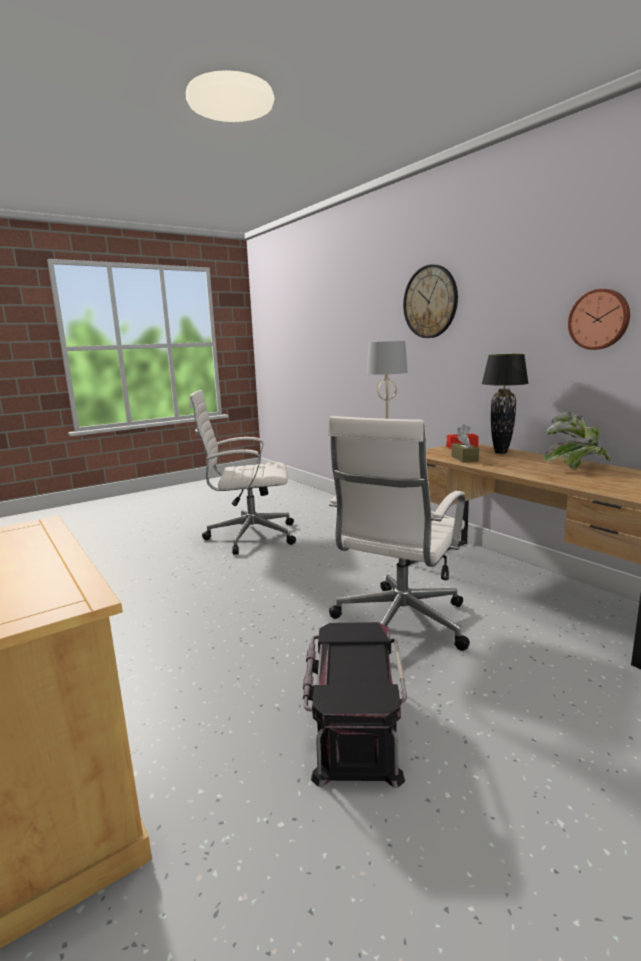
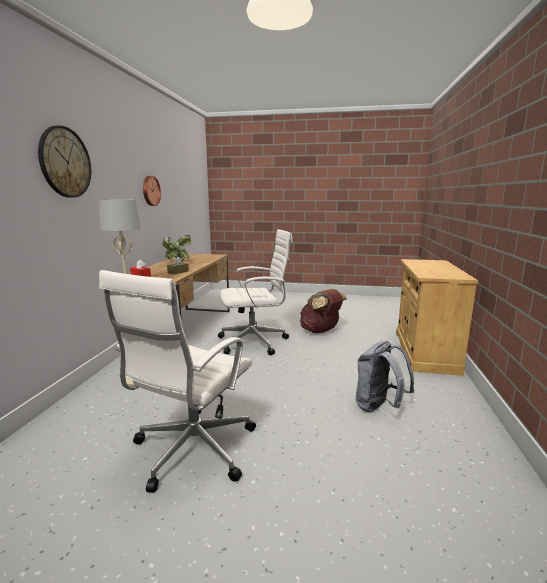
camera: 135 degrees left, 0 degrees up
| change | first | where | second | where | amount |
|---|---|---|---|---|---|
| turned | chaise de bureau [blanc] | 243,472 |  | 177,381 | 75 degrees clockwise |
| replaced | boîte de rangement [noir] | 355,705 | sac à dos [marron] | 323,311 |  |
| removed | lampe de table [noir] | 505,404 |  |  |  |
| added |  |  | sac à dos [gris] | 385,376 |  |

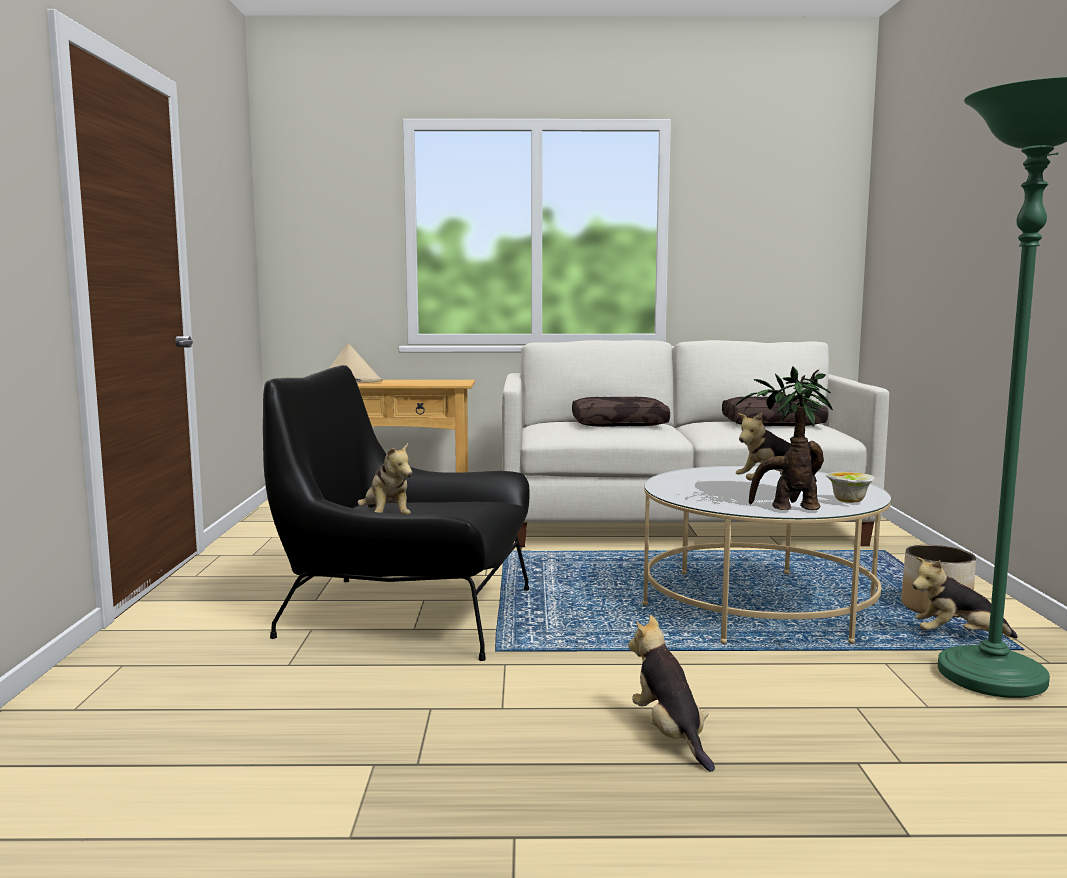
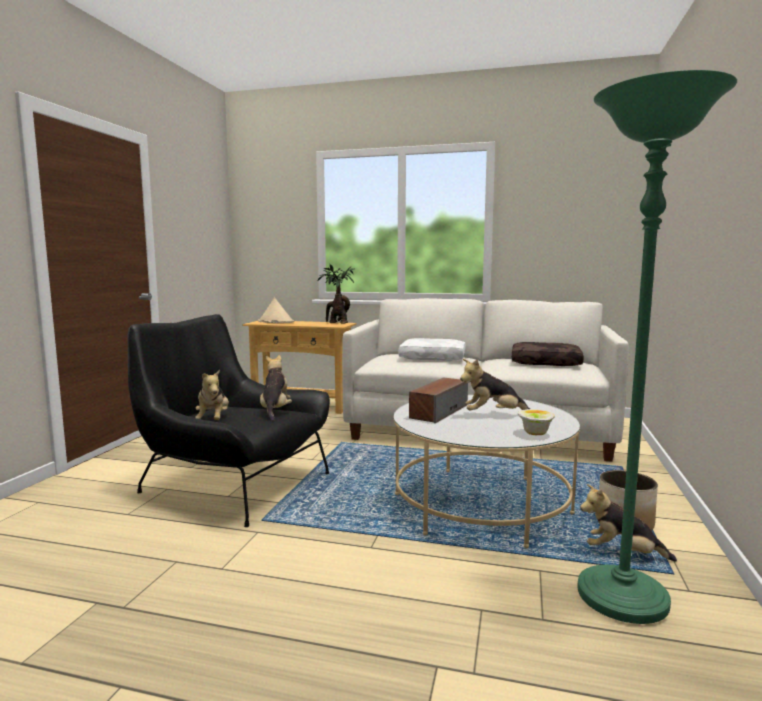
camera: 15 degrees right, 0 degrees up
| change | first | where | second | where | amount |
|---|---|---|---|---|---|
| recoloured | coussin [marron] | 621,412 | coussin [blanc] | 432,349 |  |
| moved | peluche | 671,693 |  | 276,388 |  |
| moved | plante en pot | 784,438 |  | 336,293 |  |
| added |  |  | enceinte | 438,400 |  |

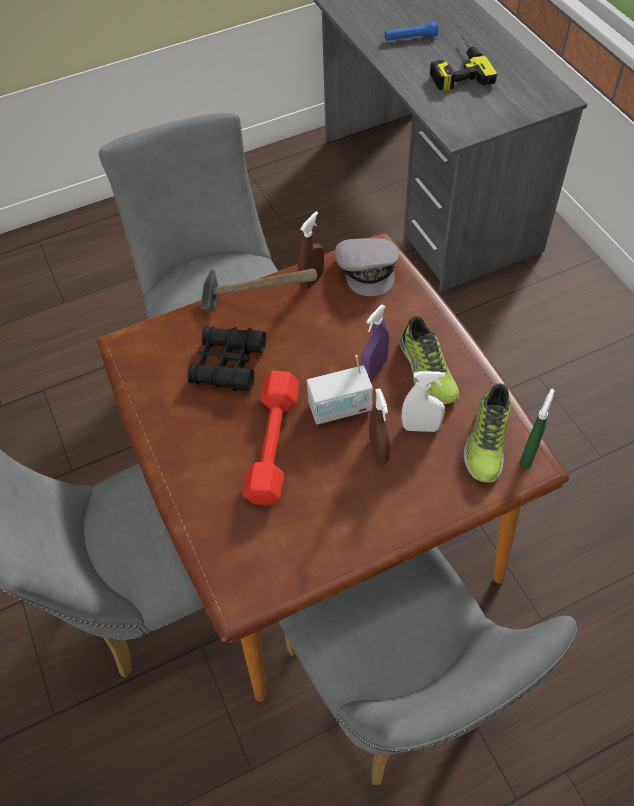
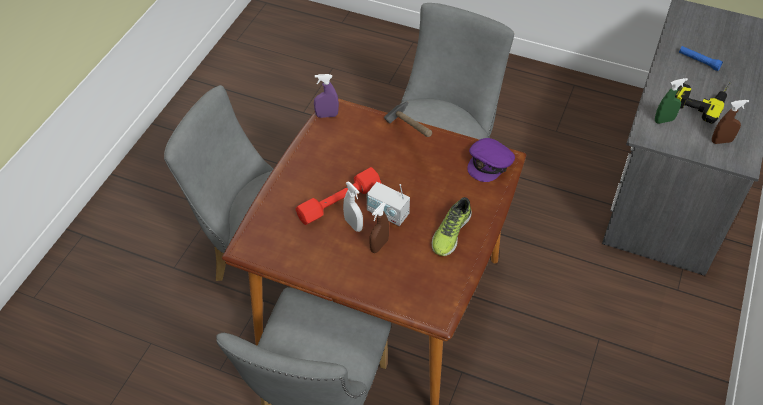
camera: 45 degrees right, 5 degrees down
| change | first | where | second | where | amount |
|---|---|---|---|---|---|
| removed | jumelles [noir] | 226,358 |  |  |  |
| moved | vaporisateur [marron] | 311,250 |  | 730,122 |  |
| recoloured | casquette [gris] | 367,267 | casquette [violet] | 491,160 |  |
| moved | vaporisateur [violet] | 375,342 |  | 326,96 |  |
| moved | vaporisateur [blanc] | 423,401 |  | 353,206 |  |
| removed | chaussure | 487,433 |  |  |  |
| moved | vaporisateur [vert] | 537,429 |  | 671,101 |  |

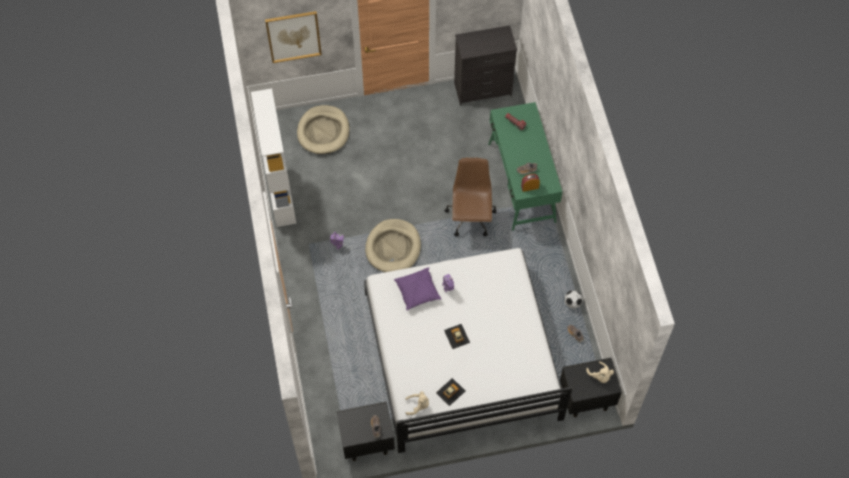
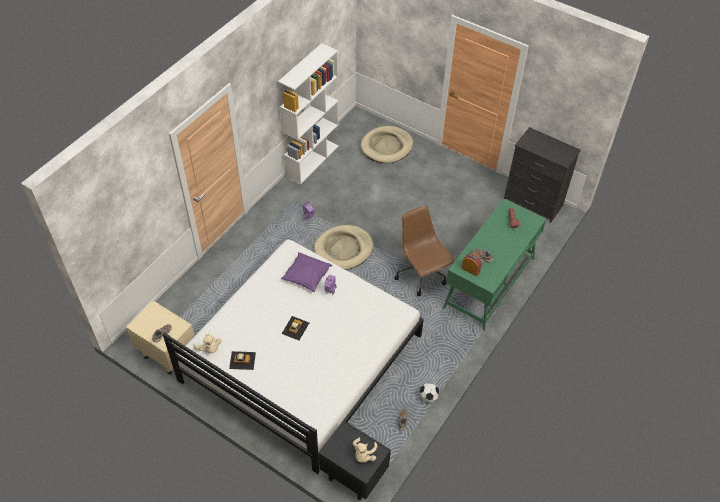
camera: 45 degrees right, 10 degrees down
| change | first | where | second | where | amount |
|---|---|---|---|---|---|
| removed | tableau | 293,37 |  |  |  |
| recoloured | table de chevet [noir] | 366,431 | table de chevet [beige] | 160,337 |  |
| turned | chaise de bureau [marron] | 470,197 |  | 424,251 | 75 degrees counterclockwise |

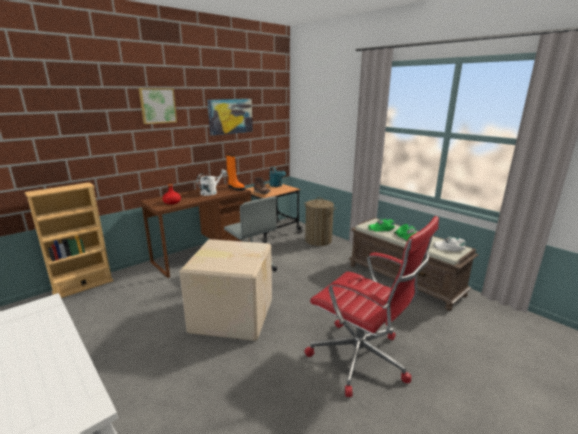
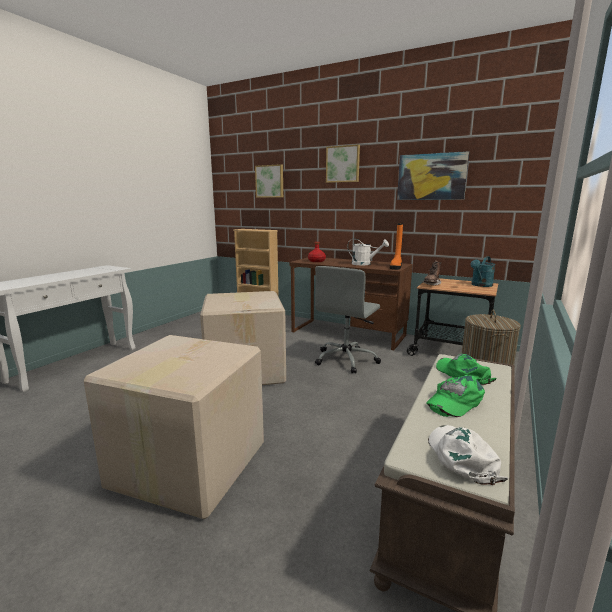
camera: 70 degrees right, 5 degrees down
| change | first | where | second | where | amount |
|---|---|---|---|---|---|
| replaced | chaise de bureau [rouge] | 372,306 | carton | 174,427 |  |
| added |  |  | tableau | 269,181 |  |

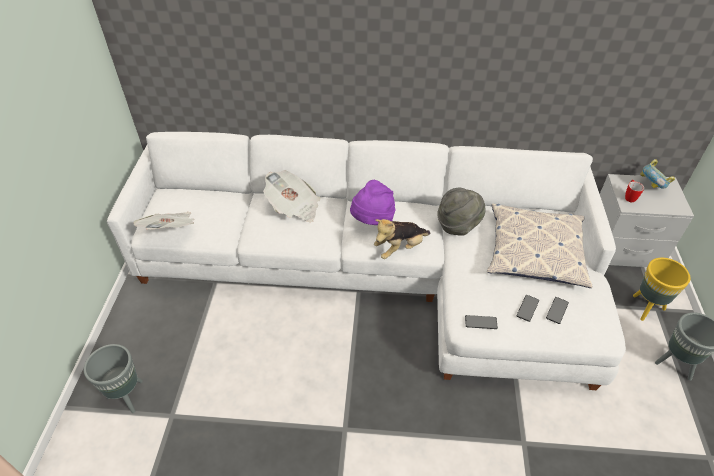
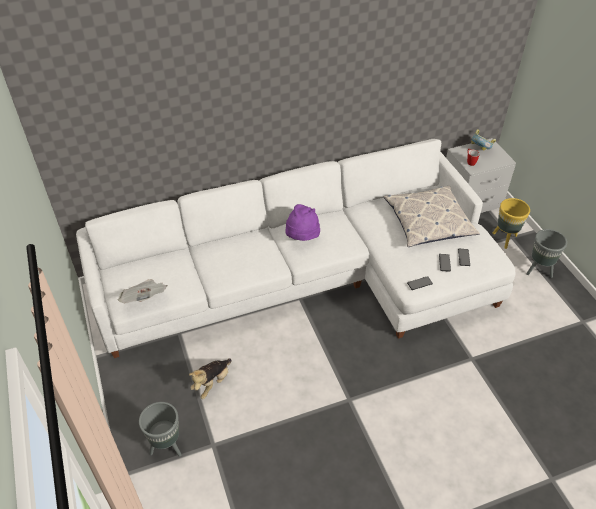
camera: 25 degrees left, 0 degrees up
| change | first | where | second | where | amount |
|---|---|---|---|---|---|
| removed | journal | 291,196 |  |  |  |
| moved | peluche | 402,239 |  | 210,378 |  |
| removed | chapeau [gris] | 461,212 |  |  |  |

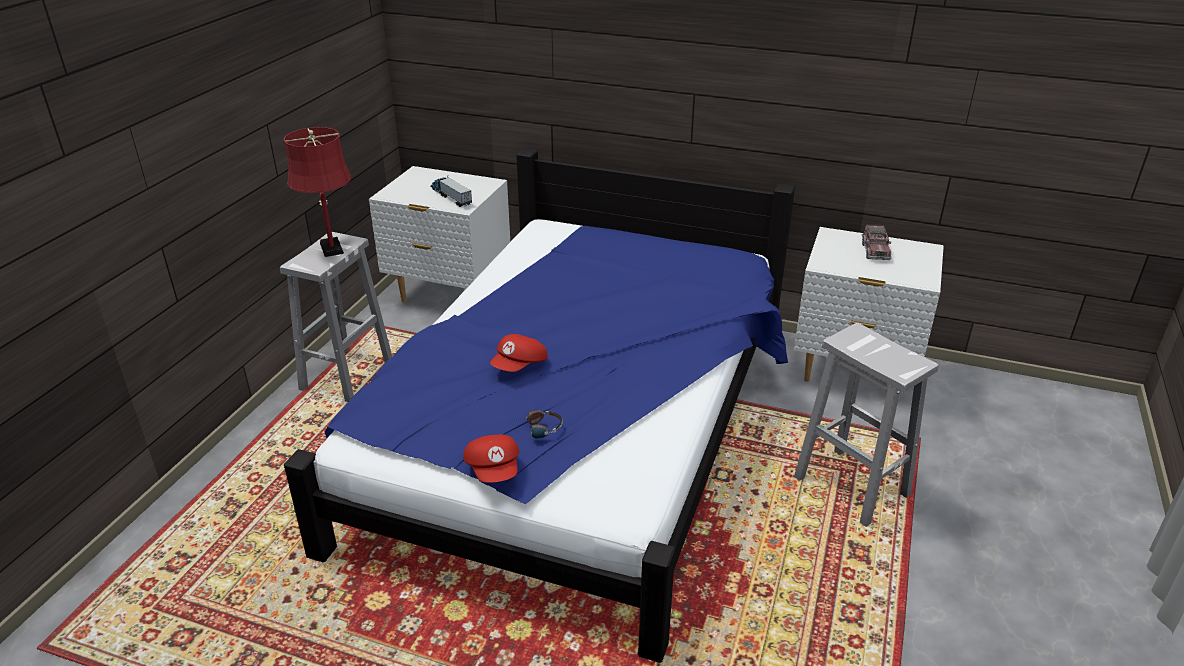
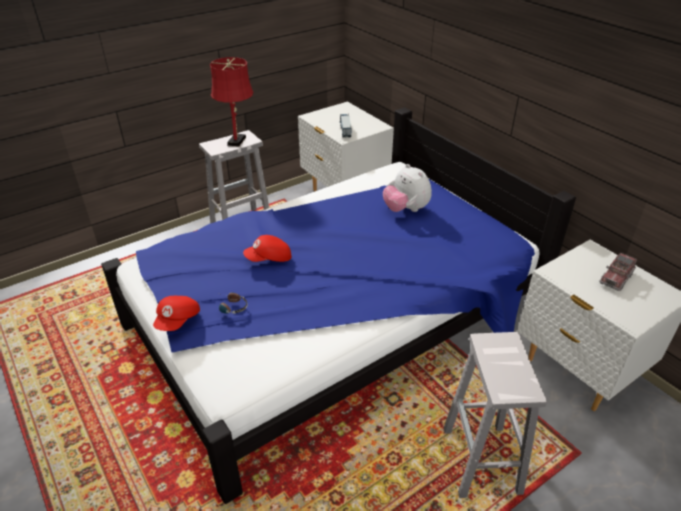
camera: 35 degrees right, 5 degrees up
| change | first | where | second | where | amount |
|---|---|---|---|---|---|
| added |  |  | peluche | 407,188 |  |

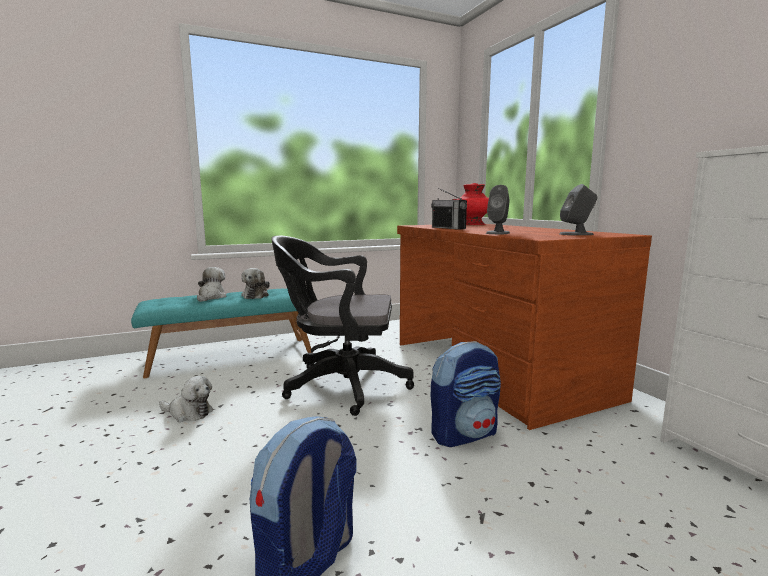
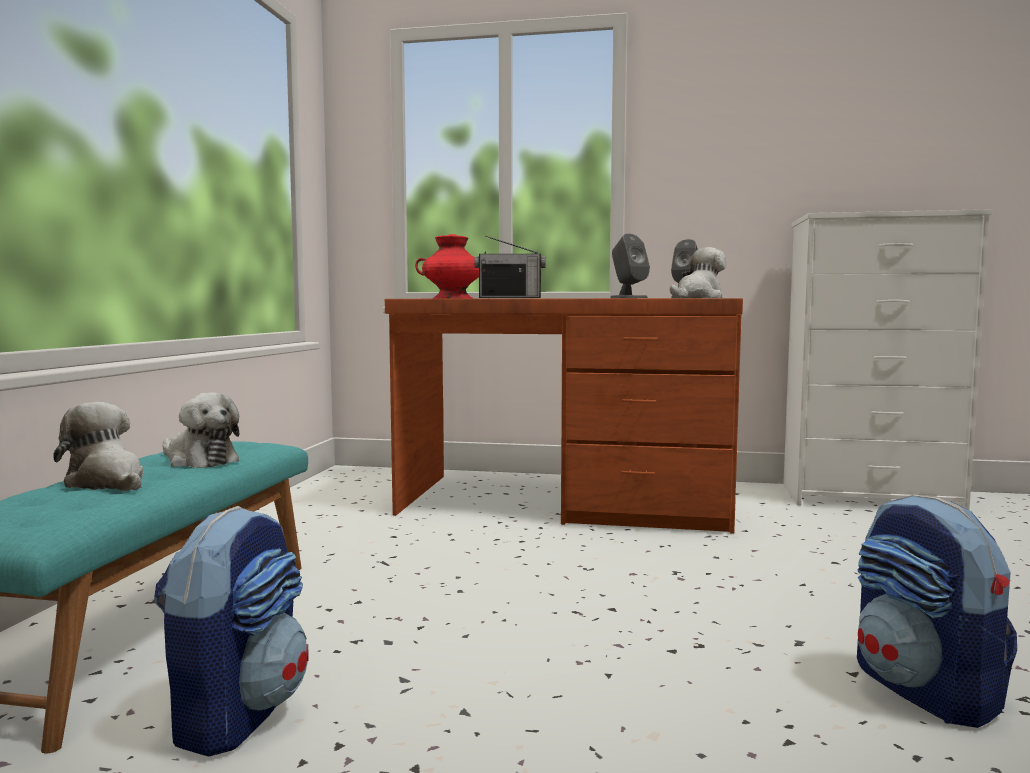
camera: 55 degrees left, 5 degrees down
| change | first | where | second | where | amount |
|---|---|---|---|---|---|
| moved | peluche | 186,399 |  | 698,272 |  |
| removed | chaise de bureau [noir] | 342,326 |  |  |  |
| moved | sac à dos | 466,394 |  | 231,631 |  |

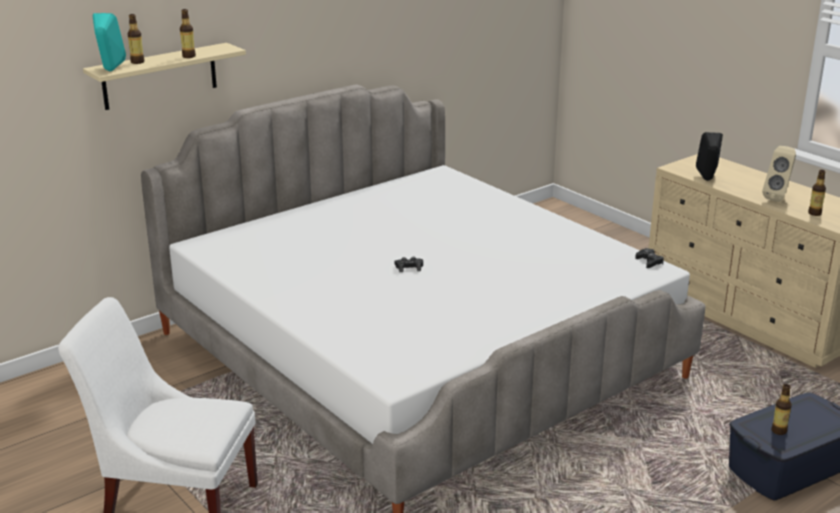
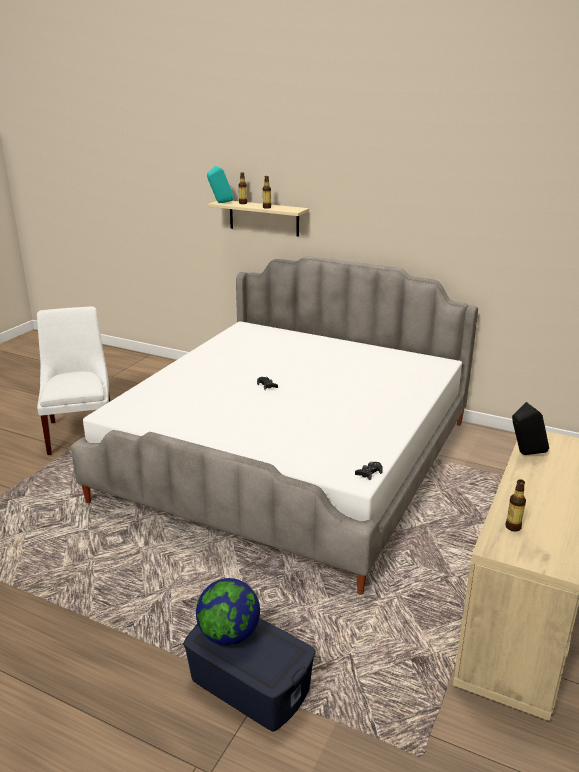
camera: 65 degrees right, 0 degrees up
| change | first | where | second | where | amount |
|---|---|---|---|---|---|
| removed | enceinte [beige] | 779,174 |  |  |  |
| replaced | bouteille | 781,409 | globe | 228,612 |  |

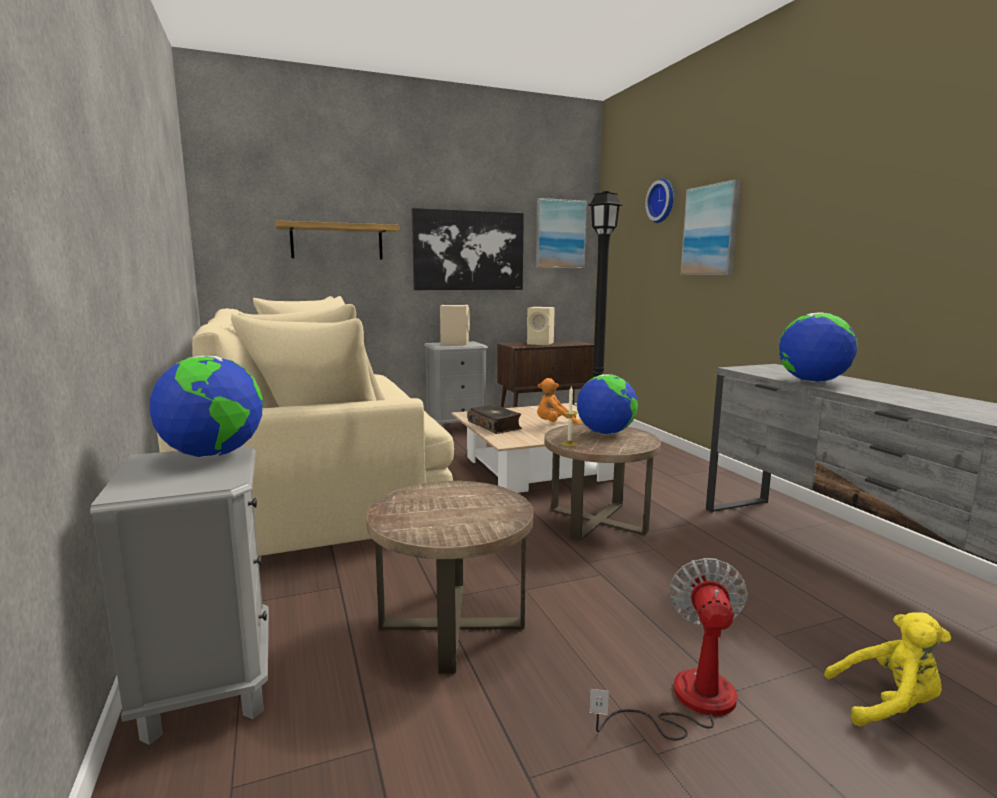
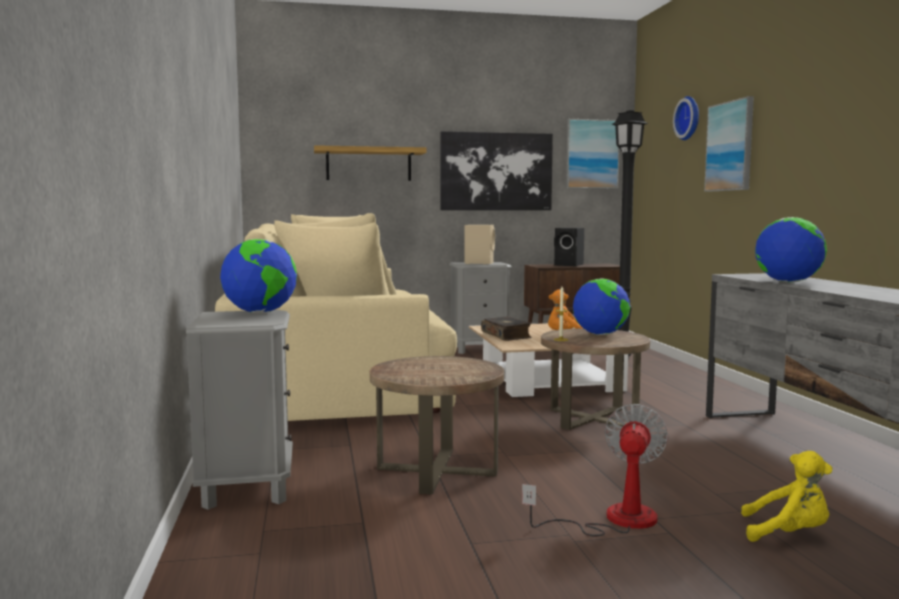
camera: 10 degrees right, 5 degrees down
| change | first | where | second | where | amount |
|---|---|---|---|---|---|
| recoloured | enceinte [beige] | 541,326 | enceinte [noir] | 569,247 |  |

